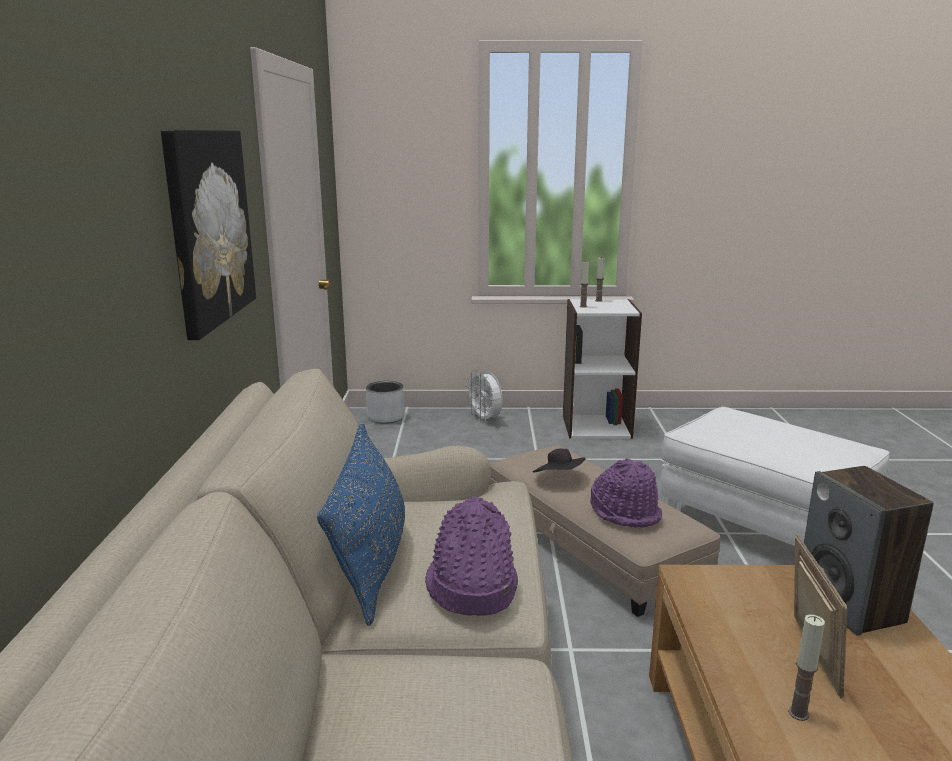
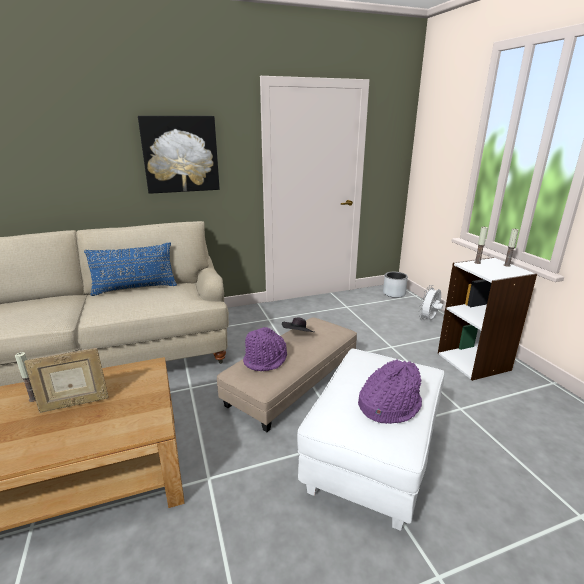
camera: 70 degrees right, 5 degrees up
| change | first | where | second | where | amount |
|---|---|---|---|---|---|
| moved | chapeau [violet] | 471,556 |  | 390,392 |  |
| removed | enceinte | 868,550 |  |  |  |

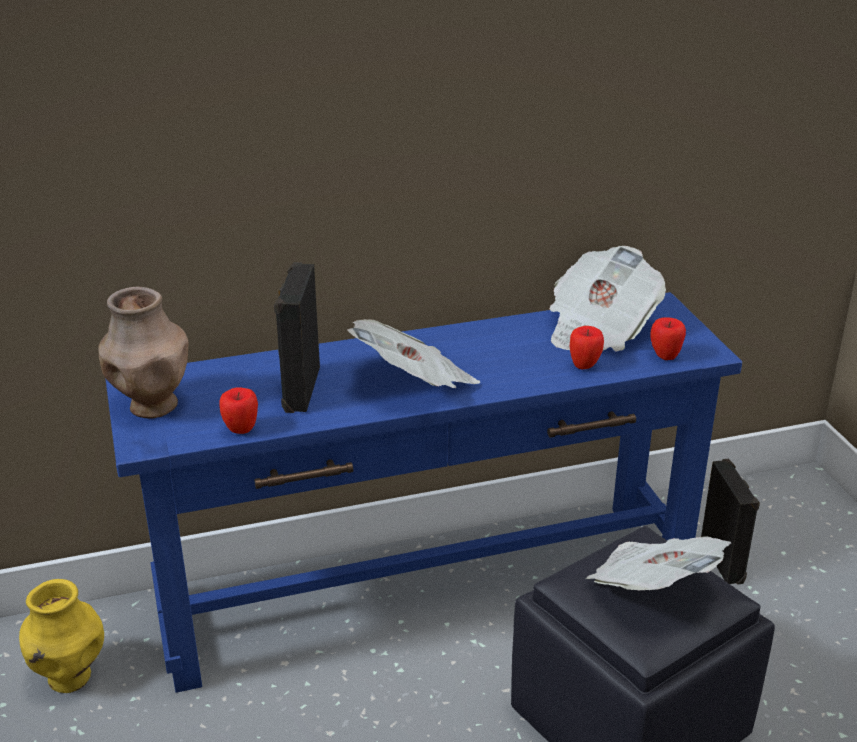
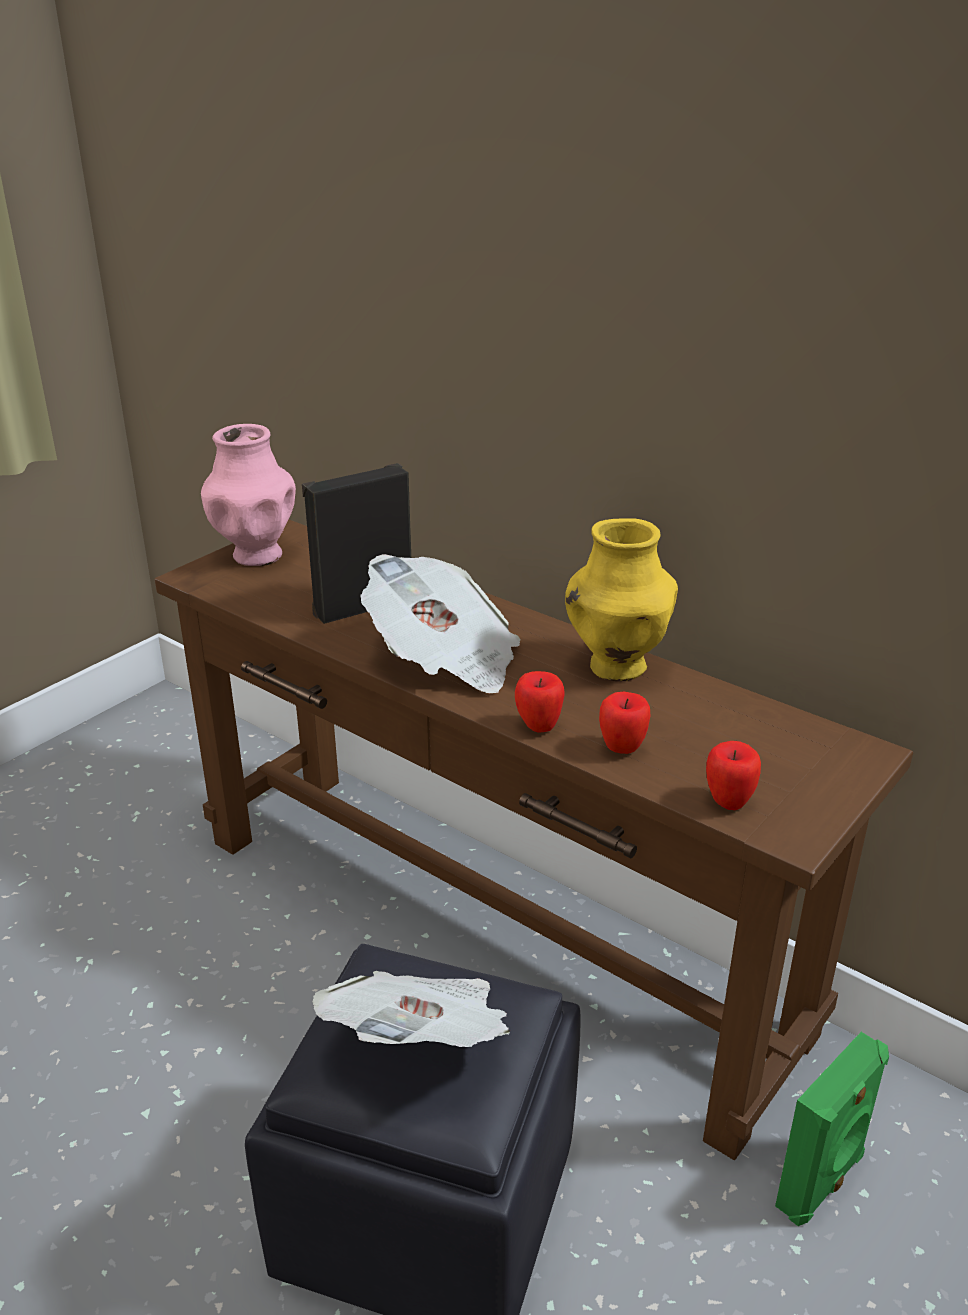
camera: 55 degrees right, 0 degrees up
| change | first | where | second | where | amount |
|---|---|---|---|---|---|
| moved | vase [jaune] | 61,636 |  | 621,600 |  |
| recoloured | vase [marron] | 143,352 | vase [rose] | 248,495 |  |
| recoloured | table console [bleu] | 423,492 | table console [marron] | 534,840 |  |
| moved | pomme | 238,410 |  | 540,702 |  |
| removed | journal | 607,299 |  |  |  |
| recoloured | enceinte [noir] | 730,522 | enceinte [vert] | 832,1129 |  |

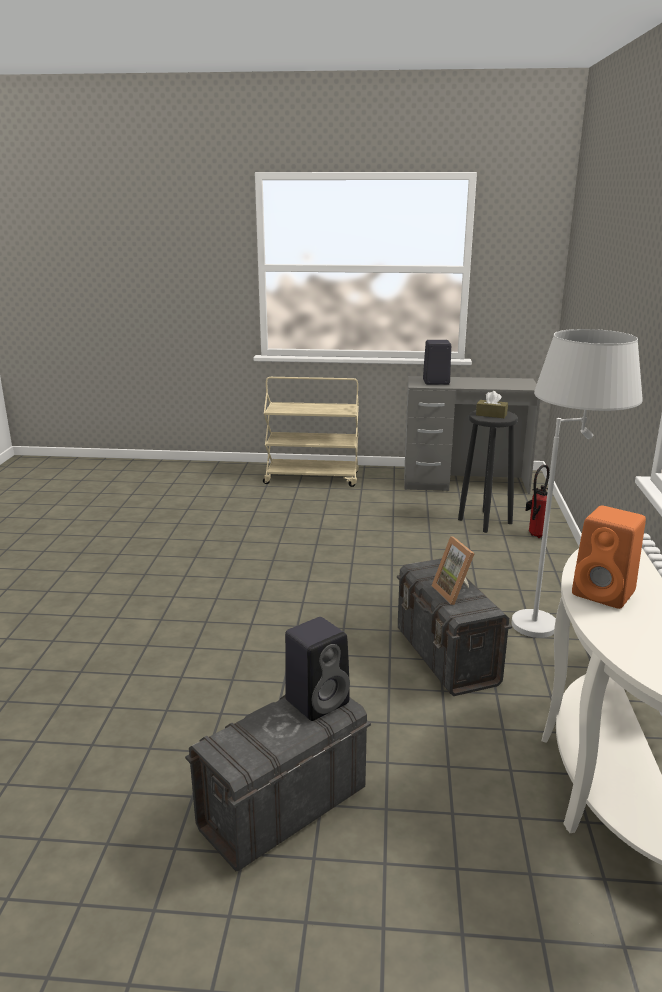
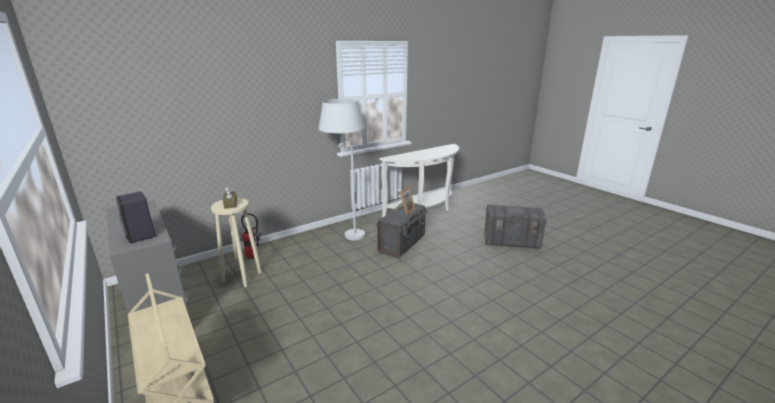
camera: 130 degrees left, 0 degrees up
| change | first | where | second | where | amount |
|---|---|---|---|---|---|
| removed | enceinte [noir] | 317,669 |  |  |  |
| recoloured | tabouret [noir] | 488,471 | tabouret [beige] | 236,242 |  |
| removed | enceinte [orange] | 609,557 |  |  |  |

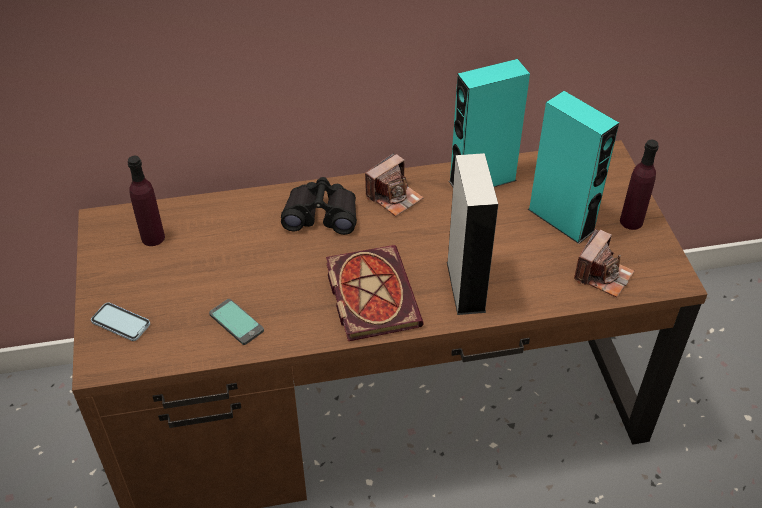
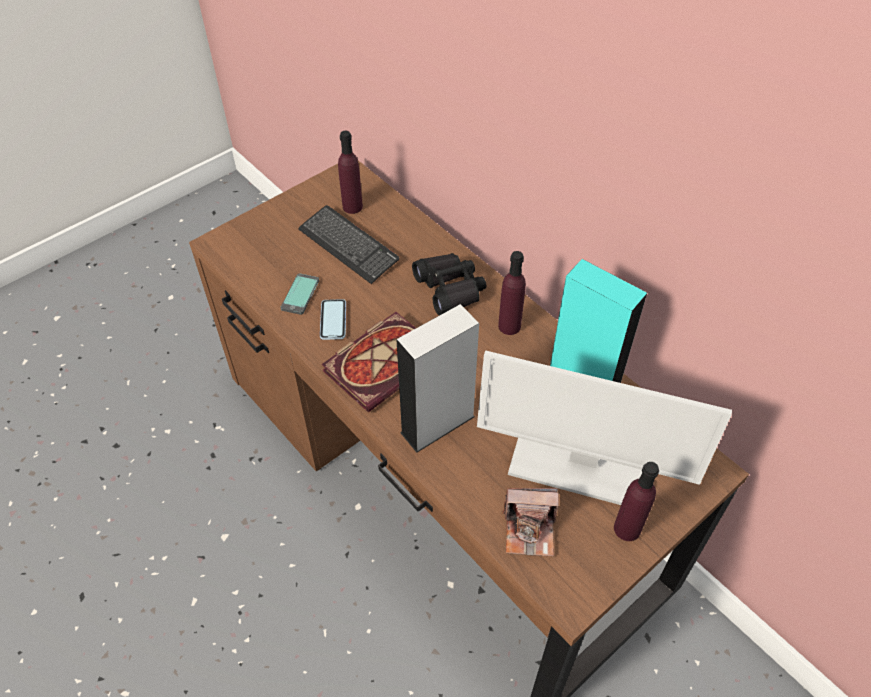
camera: 60 degrees right, 5 degrees up
| change | first | where | second | where | amount |
|---|---|---|---|---|---|
| moved | téléphone | 120,321 |  | 333,319 |  |
| replaced | appareil photo | 394,184 | bouteille [violet] | 512,293 |  |
| replaced | enceinte [turquoise] | 573,167 | écran d'ordinateur | 604,427 |  |
| added |  |  | clavier | 349,244 |  |

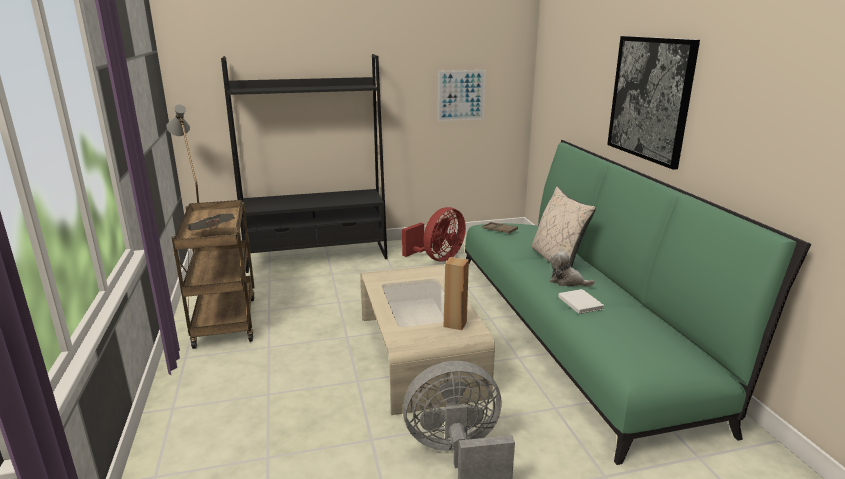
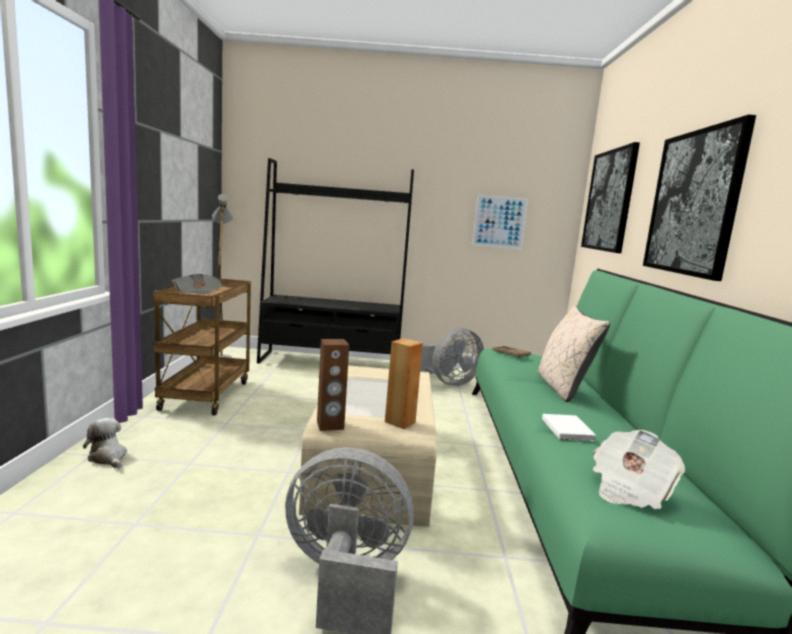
camera: 15 degrees right, 10 degrees down
| change | first | where | second | where | amount |
|---|---|---|---|---|---|
| recoloured | ventilateur [rouge] | 434,234 | ventilateur [gris] | 452,357 |  |
| moved | peluche | 572,268 |  | 105,443 |  |
| added |  |  | enceinte [marron] | 333,385 |  |
| added |  |  | tableau | 610,197 |  |
| added |  |  | journal | 639,469 |  |

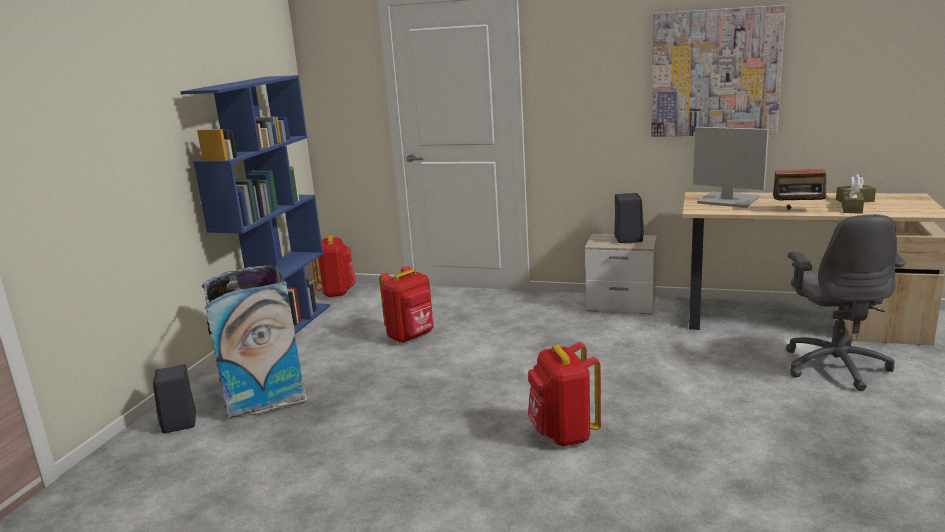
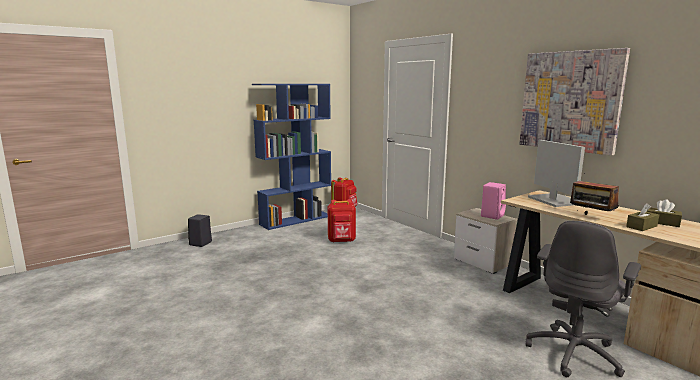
camera: 35 degrees right, 5 degrees down
| change | first | where | second | where | amount |
|---|---|---|---|---|---|
| removed | poubelle | 255,341 |  |  |  |
| removed | sac à dos [rouge] | 564,394 |  |  |  |
| recoloured | enceinte [noir] | 629,218 | enceinte [rose] | 493,201 |  |

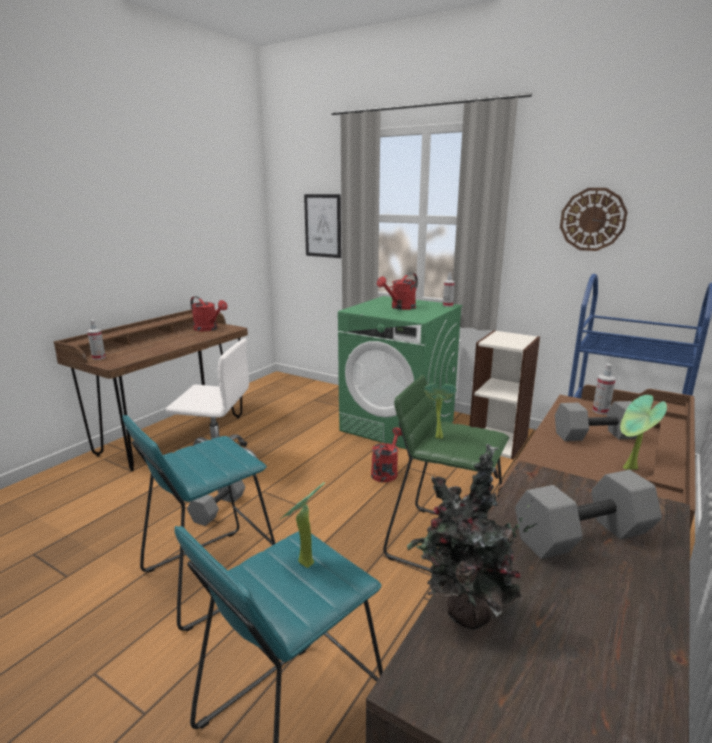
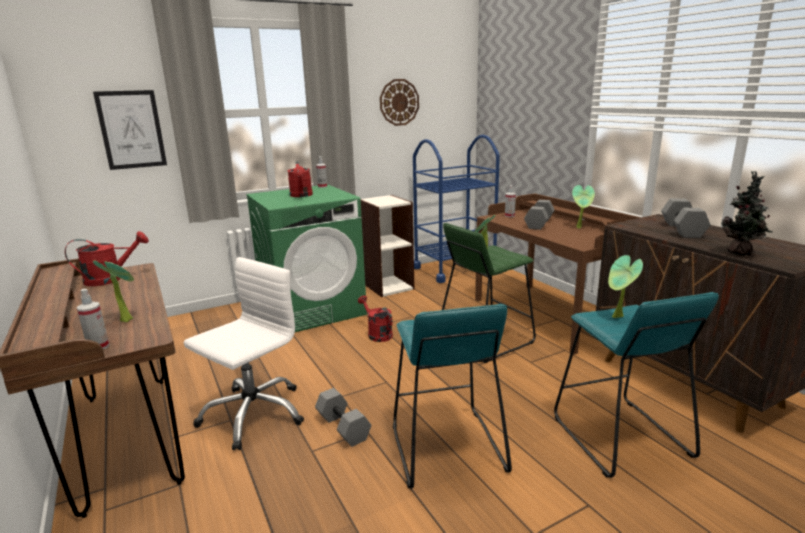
camera: 60 degrees left, 0 degrees up
| change | first | where | second | where | amount |
|---|---|---|---|---|---|
| added |  |  | plante en pot | 113,291 |  |

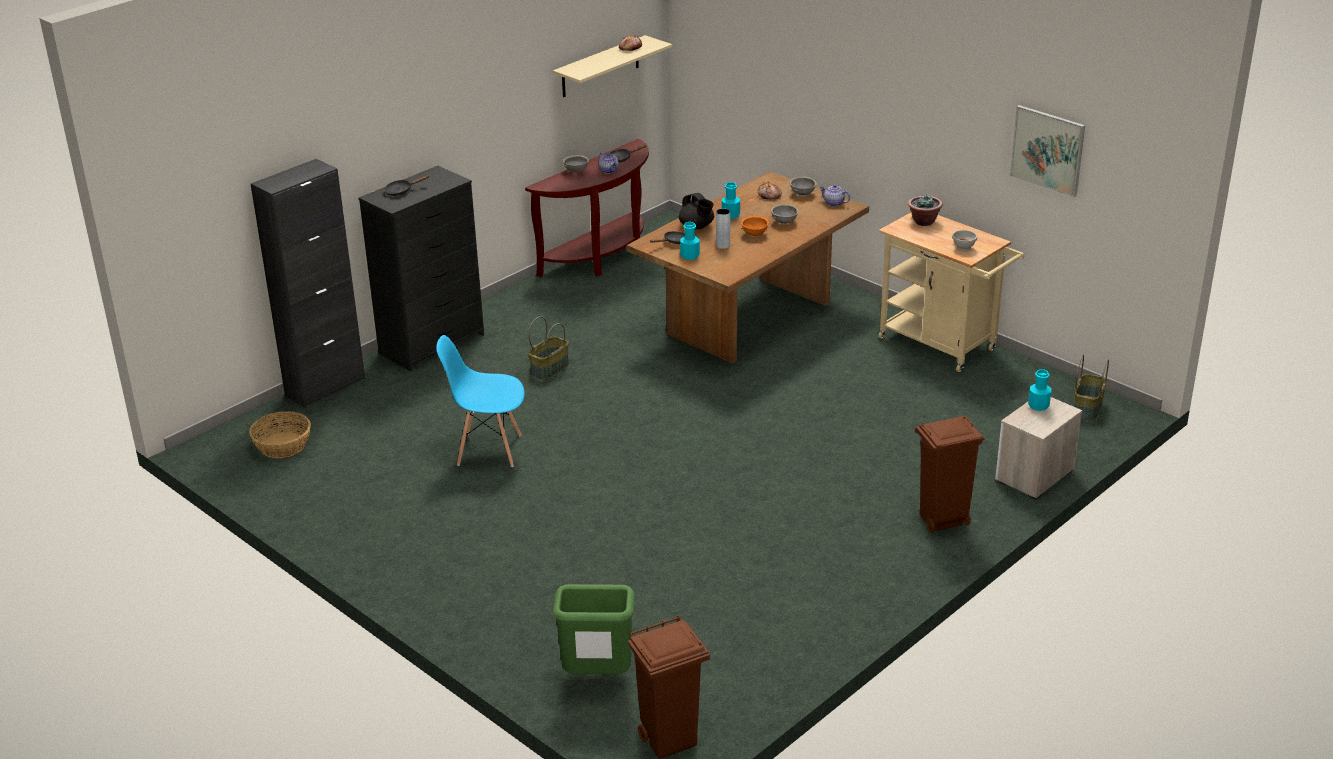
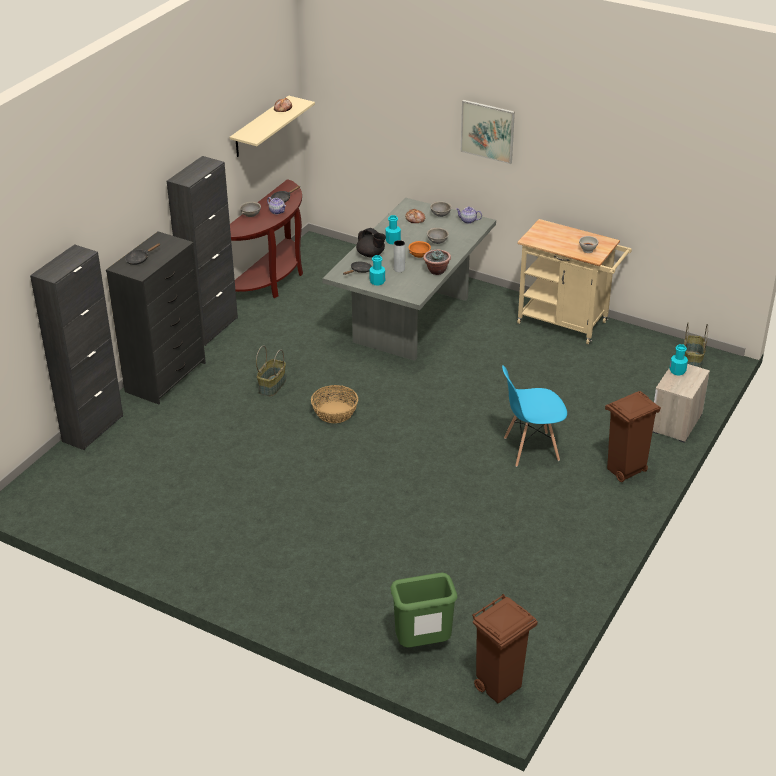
camera: 15 degrees left, 5 degrees up
| change | first | where | second | where | amount |
|---|---|---|---|---|---|
| moved | panier | 280,434 |  | 334,404 |  |
| moved | chaise [bleu] | 480,401 |  | 534,416 |  |
| recoloured | table à manger [marron] | 748,267 | table à manger [gris] | 409,279 |  |
| moved | plante en pot | 925,210 |  | 437,262 |  |
| moved | tableau | 1047,151 |  | 488,132 |  |
| added |  |  | meuble de rangement [noir] | 202,251 |  |

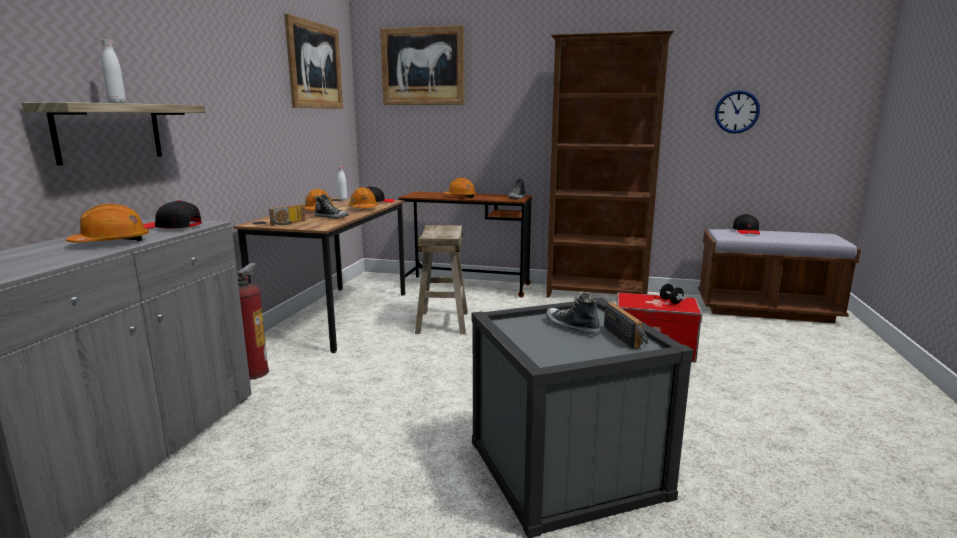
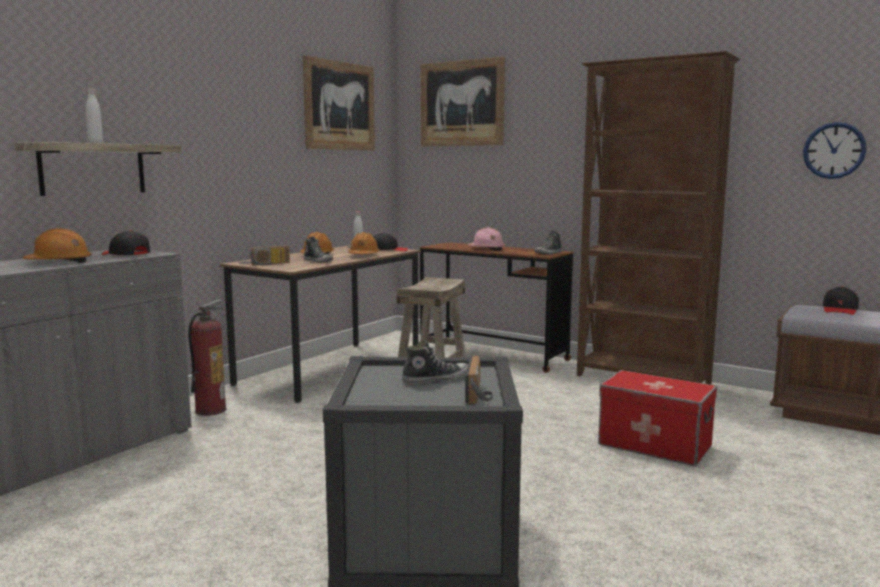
camera: 20 degrees right, 5 degrees down
| change | first | where | second | where | amount |
|---|---|---|---|---|---|
| recoloured | casque de chantier [orange] | 460,188 | casque de chantier [rose] | 486,239 |  |
| turned | chaussure | 573,313 |  | 435,362 | 90 degrees clockwise |
| removed | haltère [noir] | 672,294 |  |  |  |

